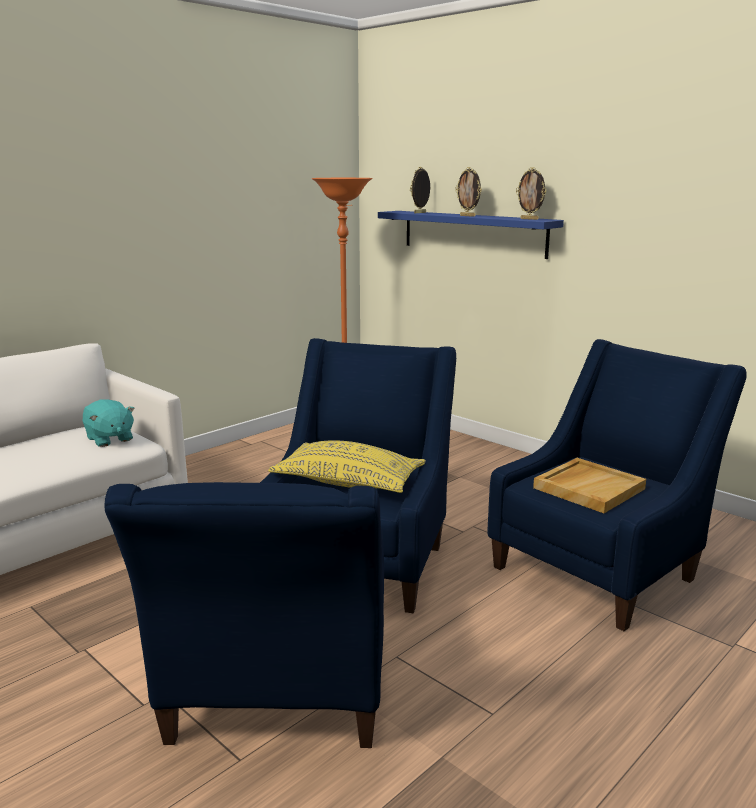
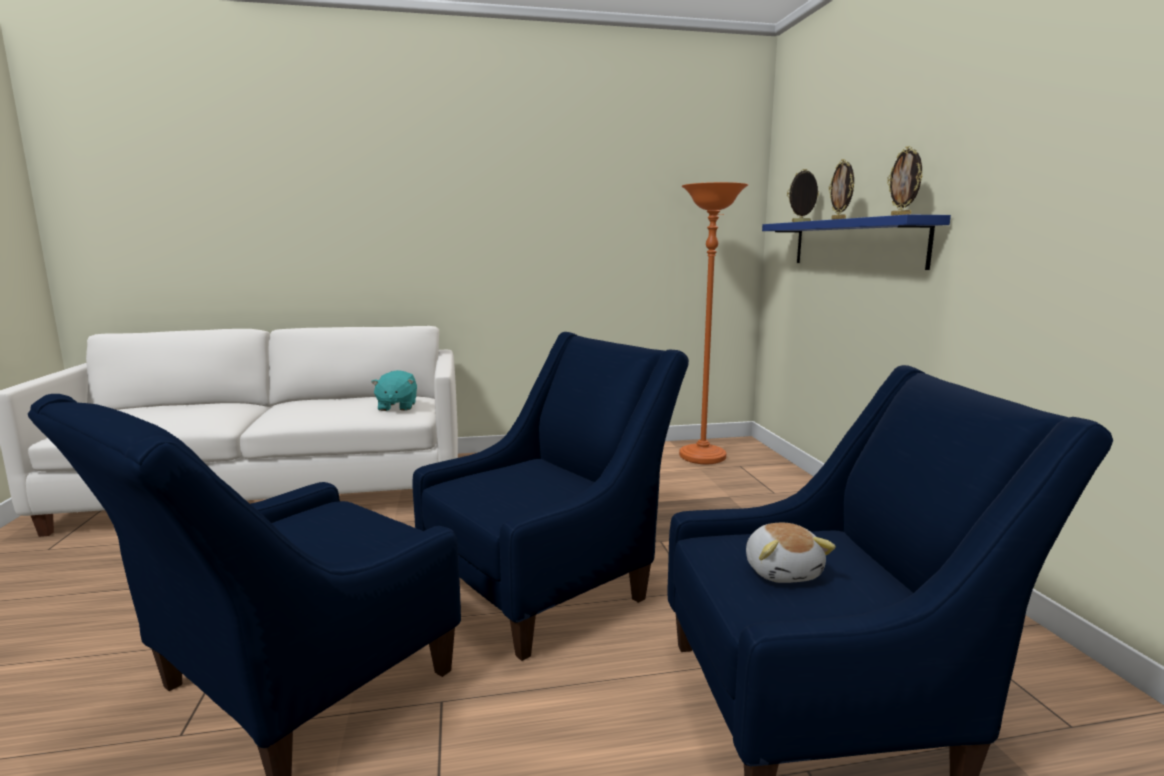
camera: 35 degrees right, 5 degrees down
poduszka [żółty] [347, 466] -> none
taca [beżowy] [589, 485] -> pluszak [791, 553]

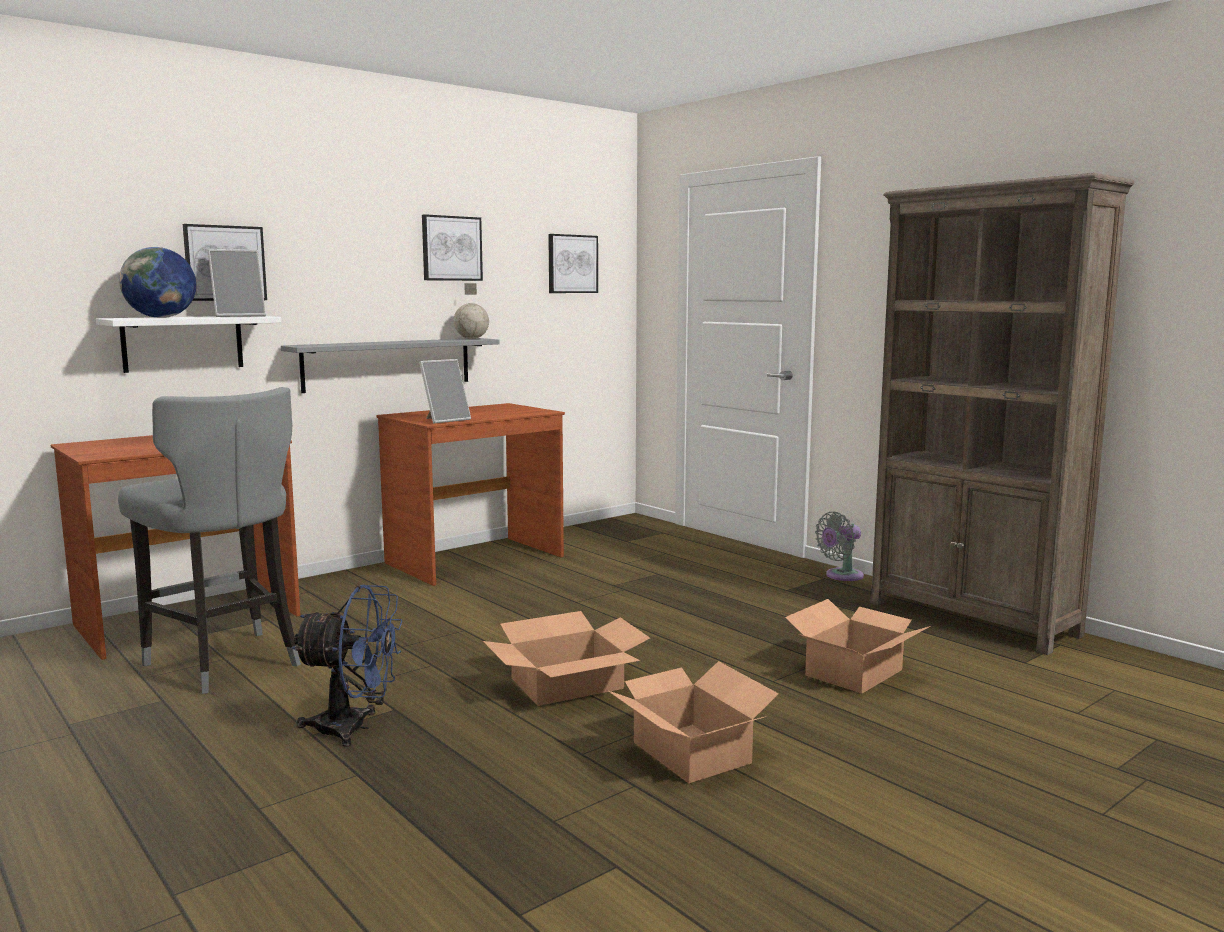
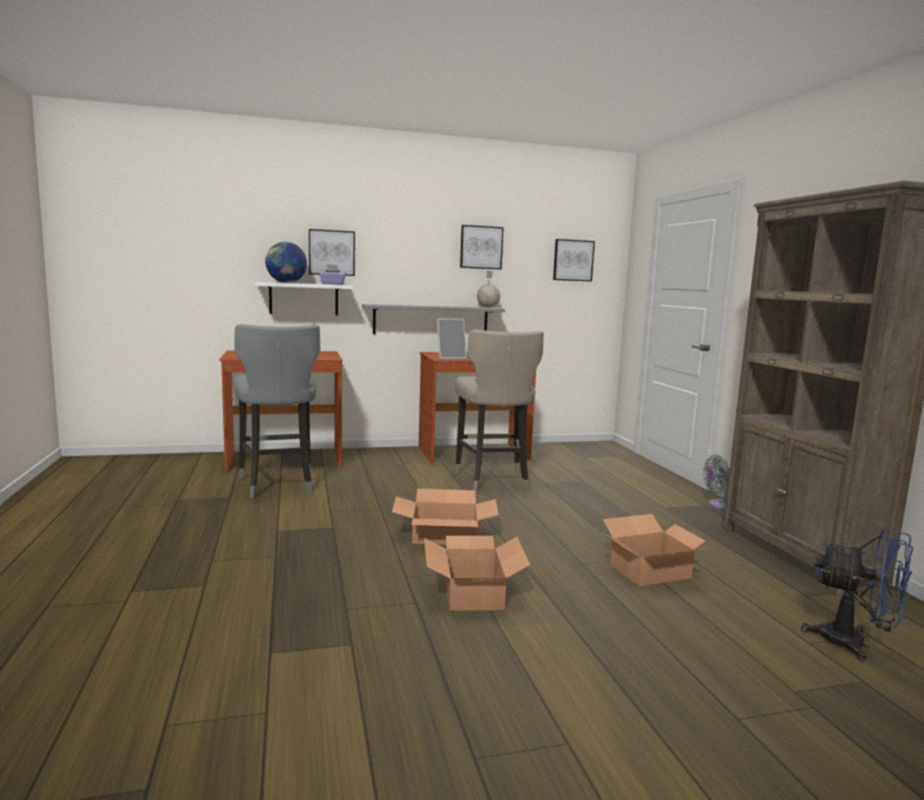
camera: 25 degrees right, 0 degrees up
none -> stołek [beżowy] [499, 410]
wentylator [niebieski] [347, 666] -> wentylator [niebieski] [857, 595], relocated
ramka na zdjęcie [237, 283] -> pudełko chusteczek [fioletowy] [332, 274]

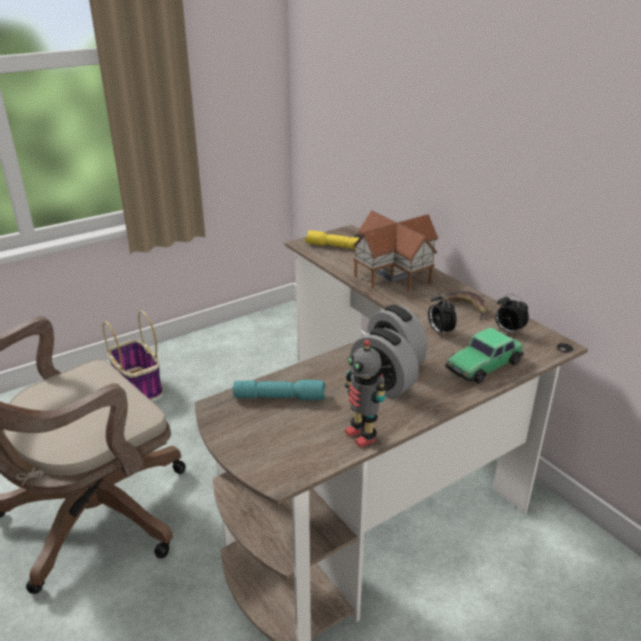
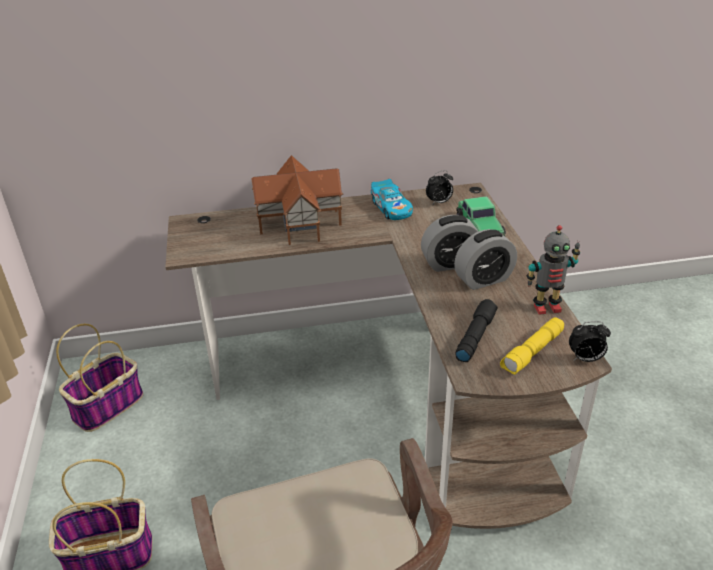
camera: 65 degrees left, 5 degrees up
none -> koszyk [99, 378]
latarka [żółty] [332, 239] -> latarka [żółty] [532, 346], relocated
budzik [442, 314] -> budzik [590, 341], relocated
banan [464, 306] -> samochodzik [392, 199]
latarka [turkusowy] [279, 390] -> latarka [czarny] [477, 330]

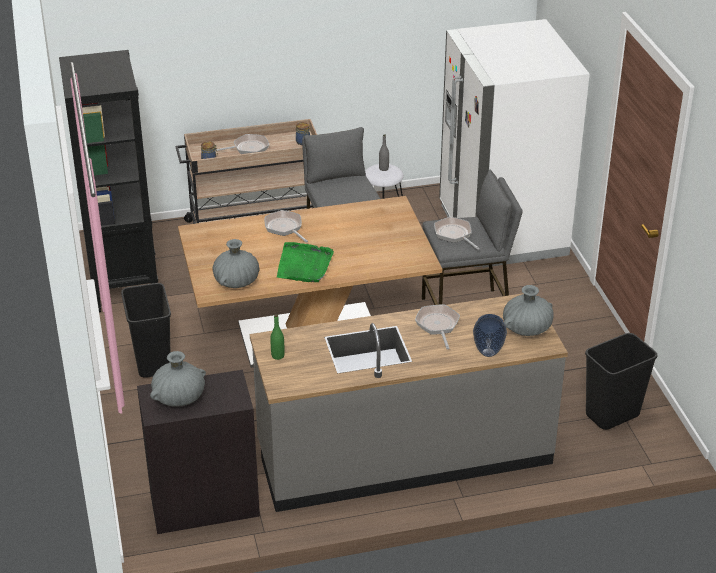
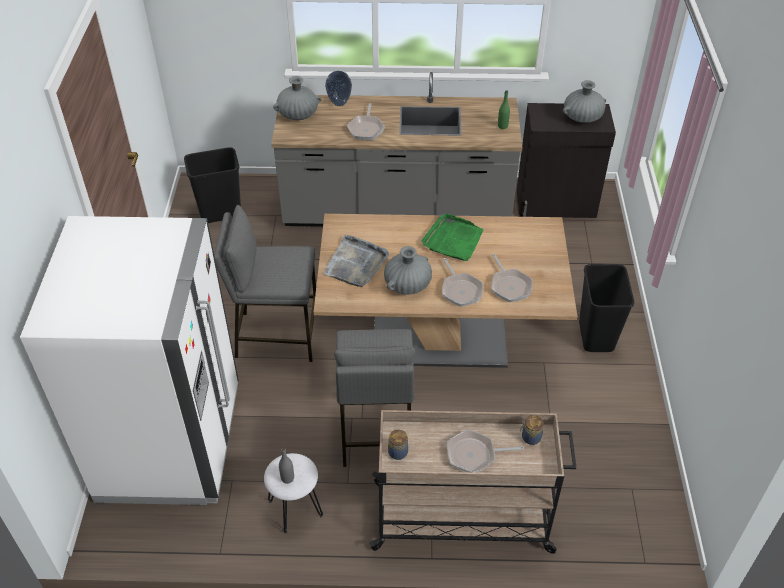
camera: 165 degrees left, 10 degrees up
regał [czarny] [108, 181] -> none
none -> taca [szary] [356, 261]
wazon [szary] [235, 263] -> wazon [szary] [408, 270], relocated
patelnia [457, 233] -> patelnia [511, 278], relocated

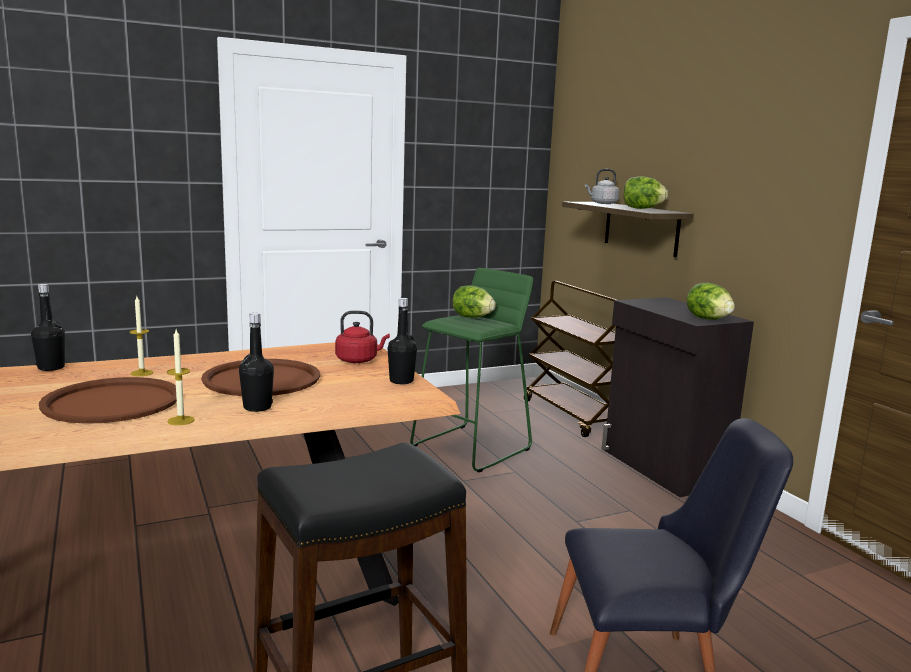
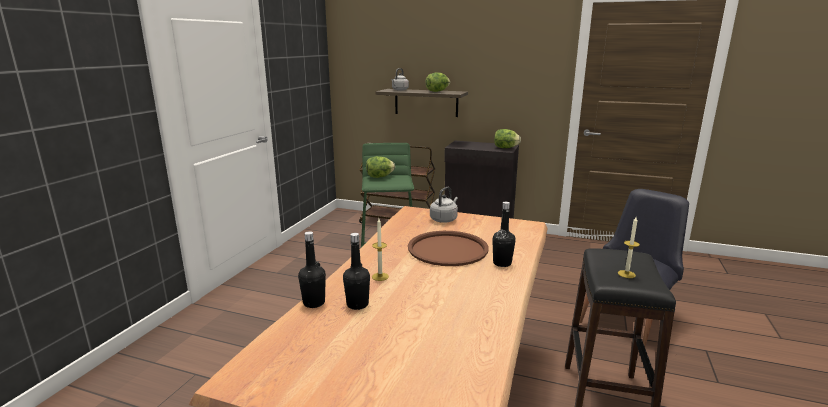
camera: 45 degrees left, 5 degrees up
taca [brązowy] [108, 400] -> none
świeca [181, 377] -> świeca [629, 247], relocated
butelka [czarny] [402, 341] -> butelka [czarny] [356, 271], relocated
czajnik [czerwony] [362, 337] -> czajnik [szary] [444, 205]

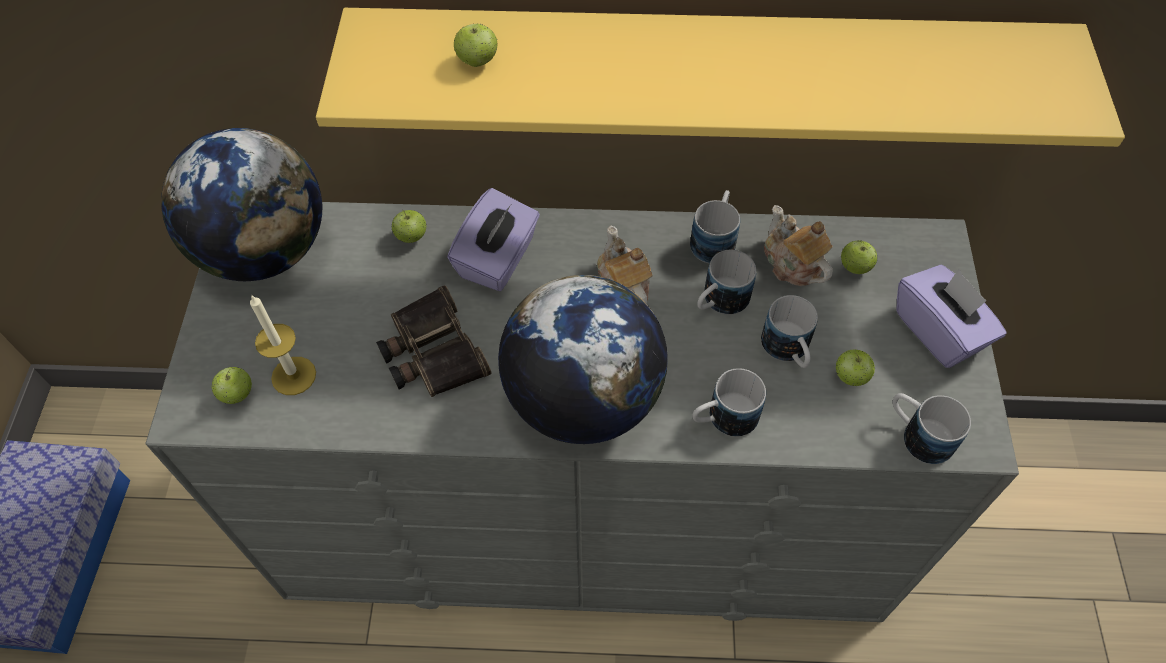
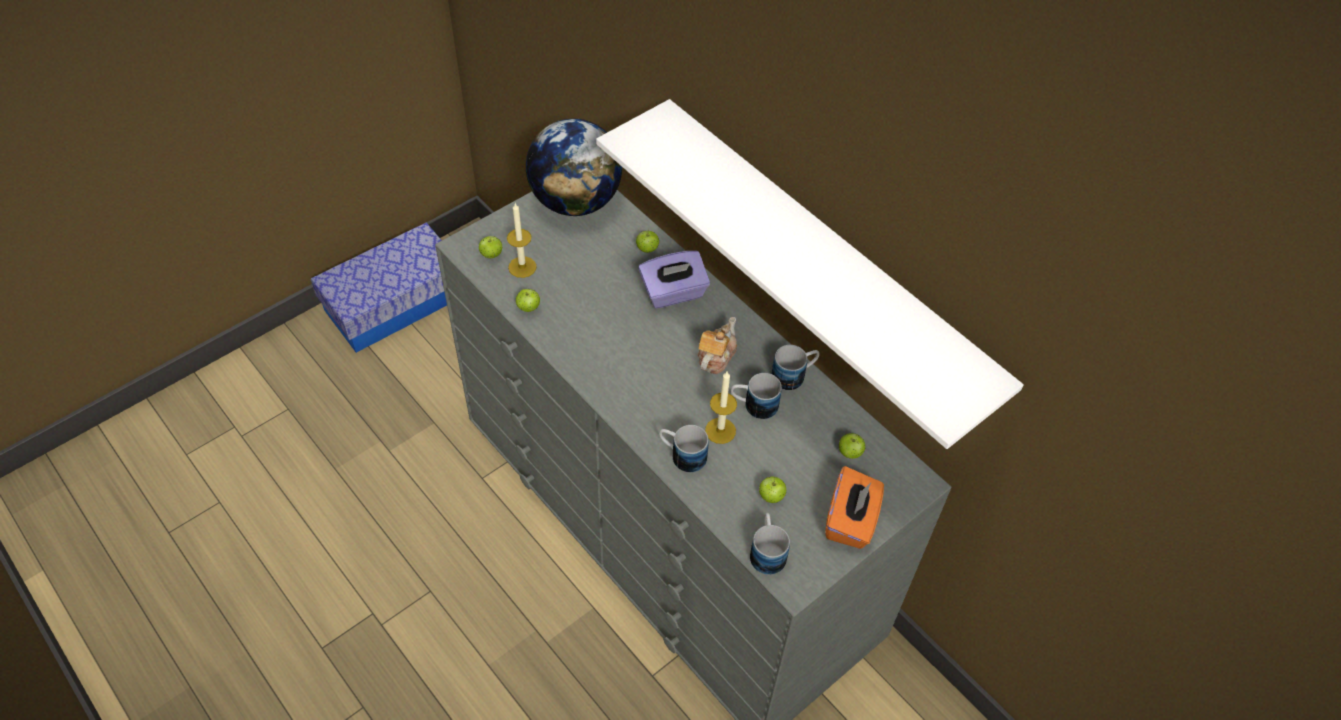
camera: 45 degrees right, 5 degrees down
lornetka [434, 341] -> none
globus [582, 359] -> none
kubek [789, 331] -> none
imbryk [798, 245] -> none
none -> świeca [721, 408]
jabłko [476, 45] -> jabłko [528, 300], relocated
półka [żółty] [720, 77] -> półka [biały] [810, 274]
pudełko chusteczek [fioletowy] [951, 316] -> pudełko chusteczek [pomarańczowy] [854, 507]

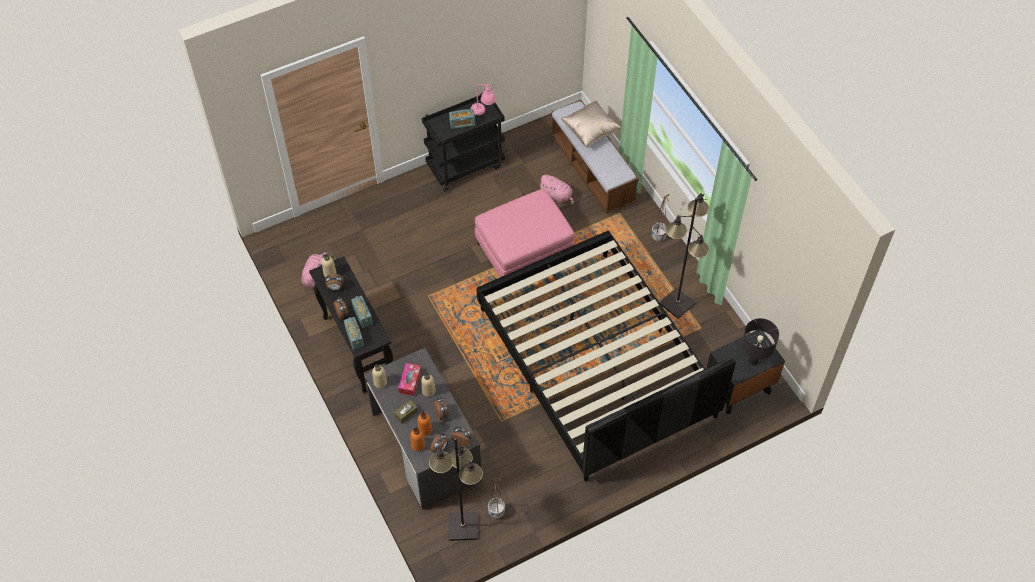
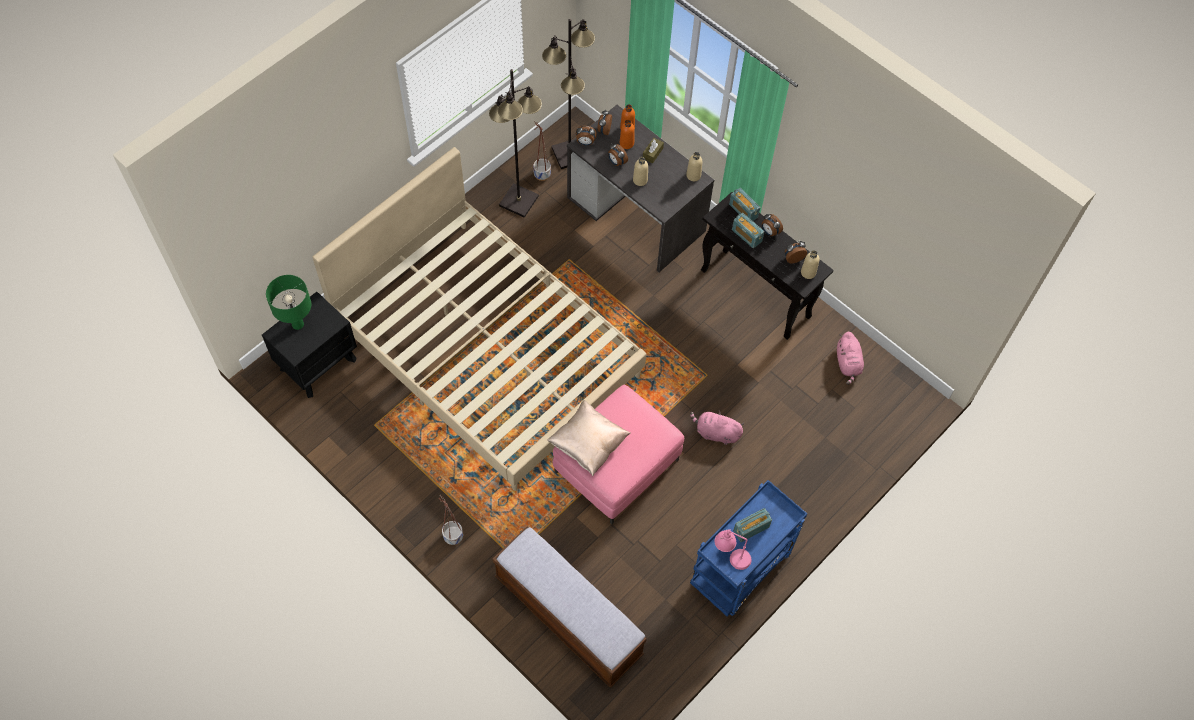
camera: 160 degrees right, 5 degrees up
pudełko chusteczek [409, 379] -> none
pluszak [różowy] [556, 190] -> pluszak [różowy] [717, 428], relocated
poduszka [beżowy] [591, 124] -> poduszka [beżowy] [588, 438], relocated
lampa stojąca [czarny] [684, 256] -> lampa stojąca [czarny] [515, 143], relocated
wózek [czarny] [463, 142] -> wózek [niebieski] [748, 548]
łóżko [czarny] [606, 355] -> łóżko [beżowy] [479, 319]
lampa stołowa [czarny] [760, 341] -> lampa stołowa [zielony] [288, 302]

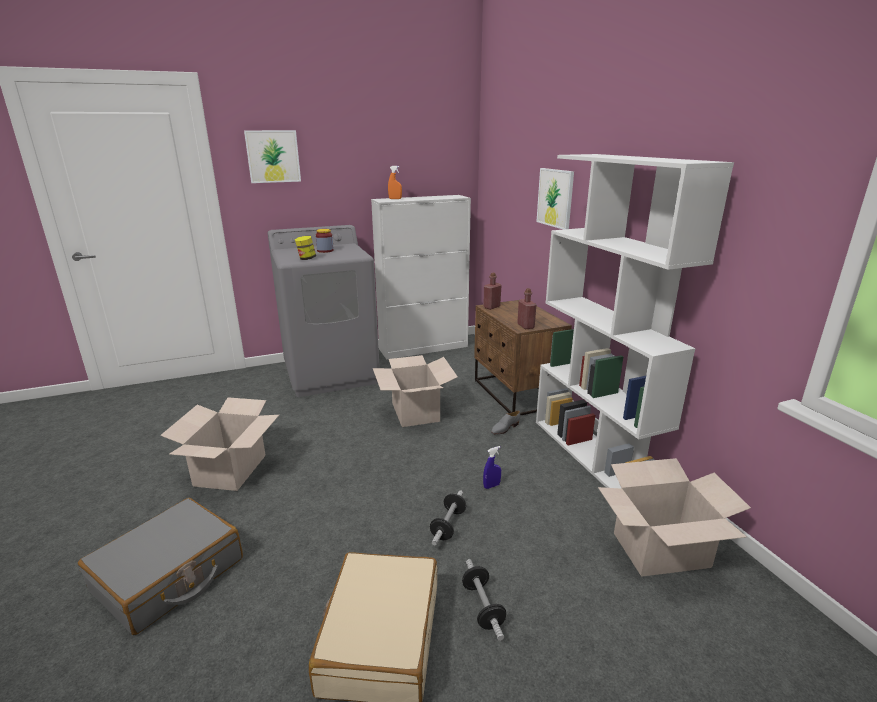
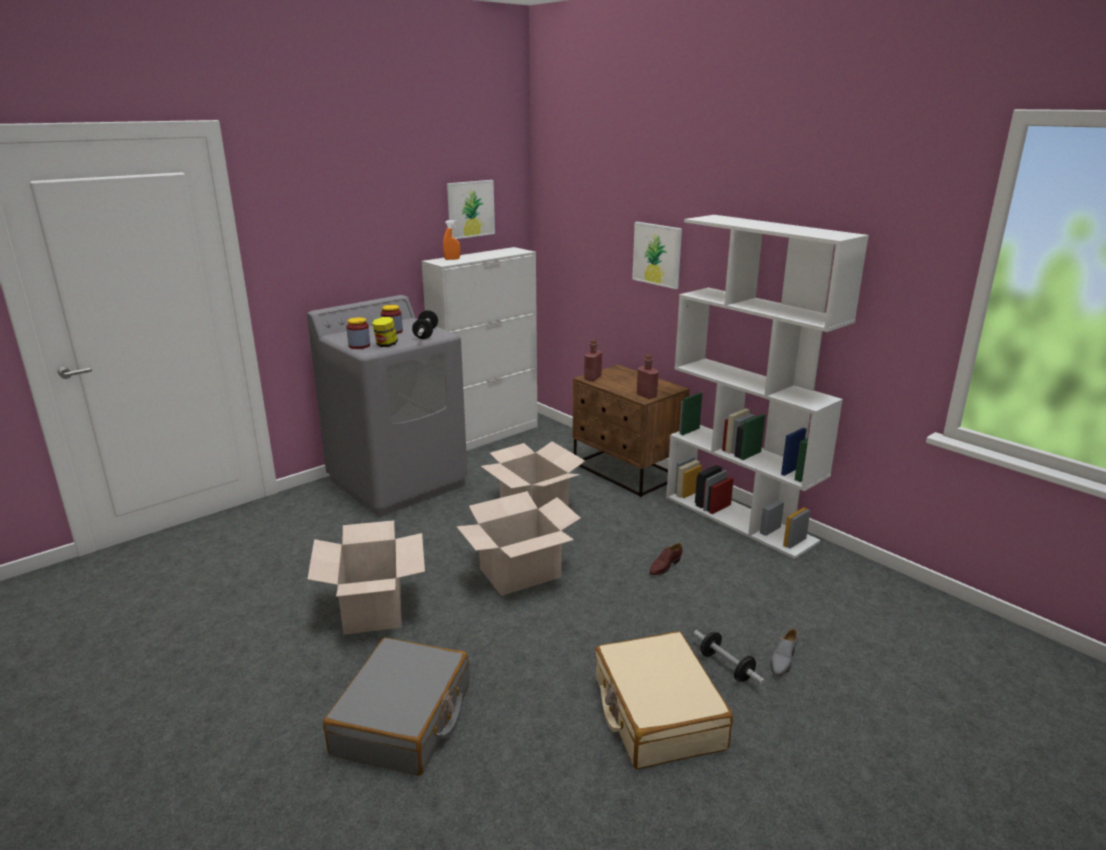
camera: 20 degrees left, 0 degrees up
none -> słoik [358, 333]
obraz [272, 156] -> obraz [471, 209], relocated
hantel [448, 517] -> hantel [425, 324], relocated
but [szary] [505, 423] -> but [szary] [784, 652], relocated
karton [674, 517] -> karton [518, 543], relocated
spryskiwacz [niebieski] [492, 467] -> but [brązowy] [665, 559]

